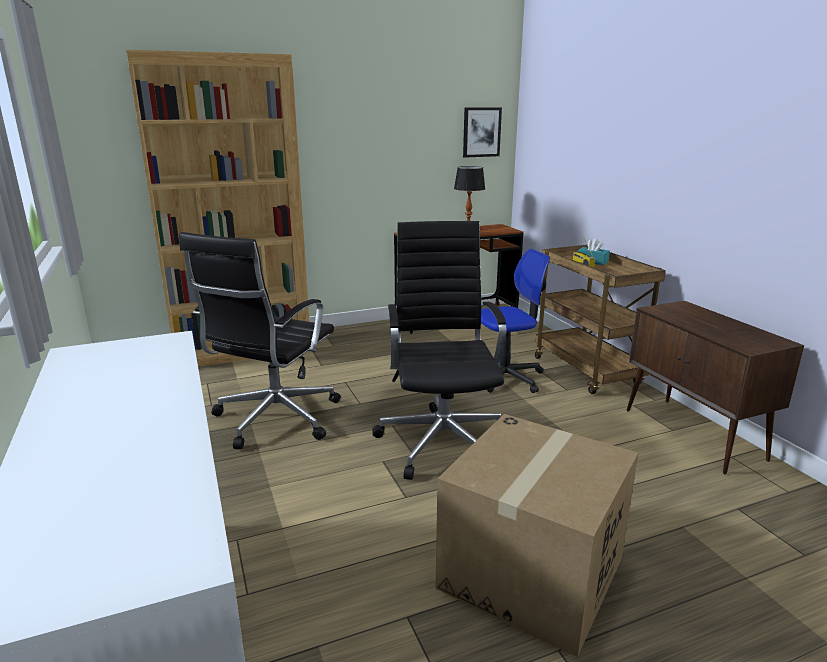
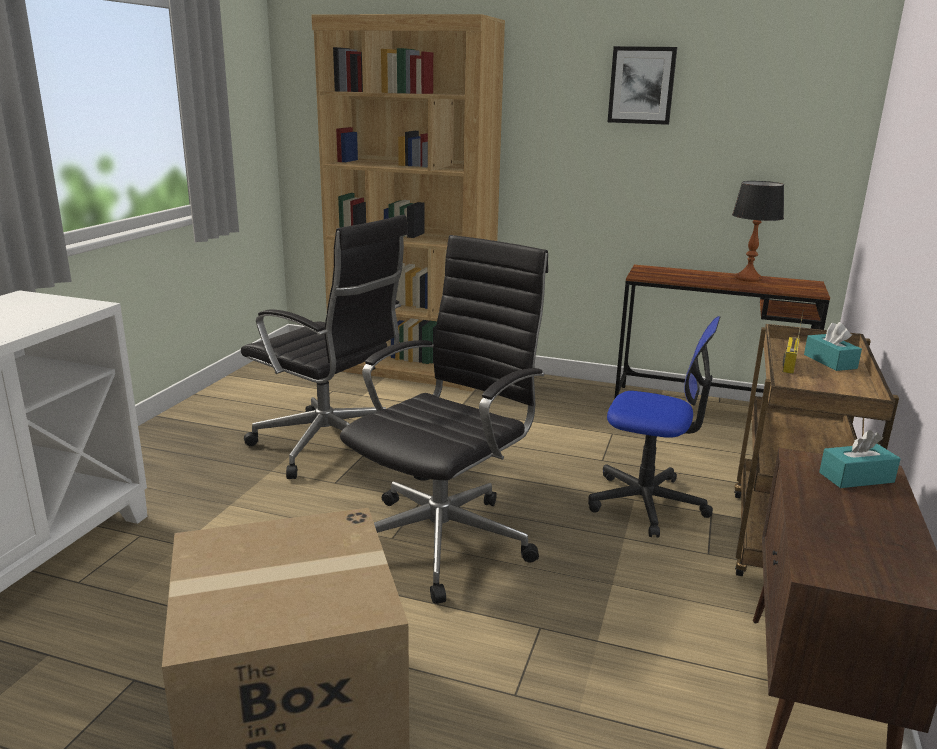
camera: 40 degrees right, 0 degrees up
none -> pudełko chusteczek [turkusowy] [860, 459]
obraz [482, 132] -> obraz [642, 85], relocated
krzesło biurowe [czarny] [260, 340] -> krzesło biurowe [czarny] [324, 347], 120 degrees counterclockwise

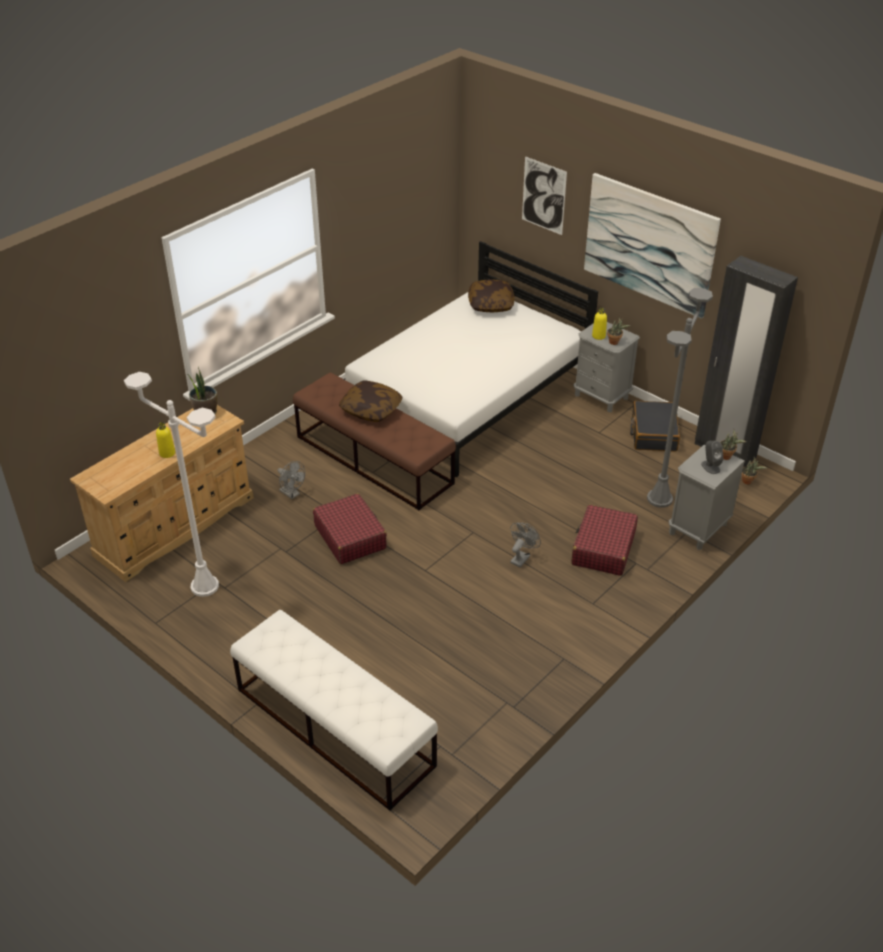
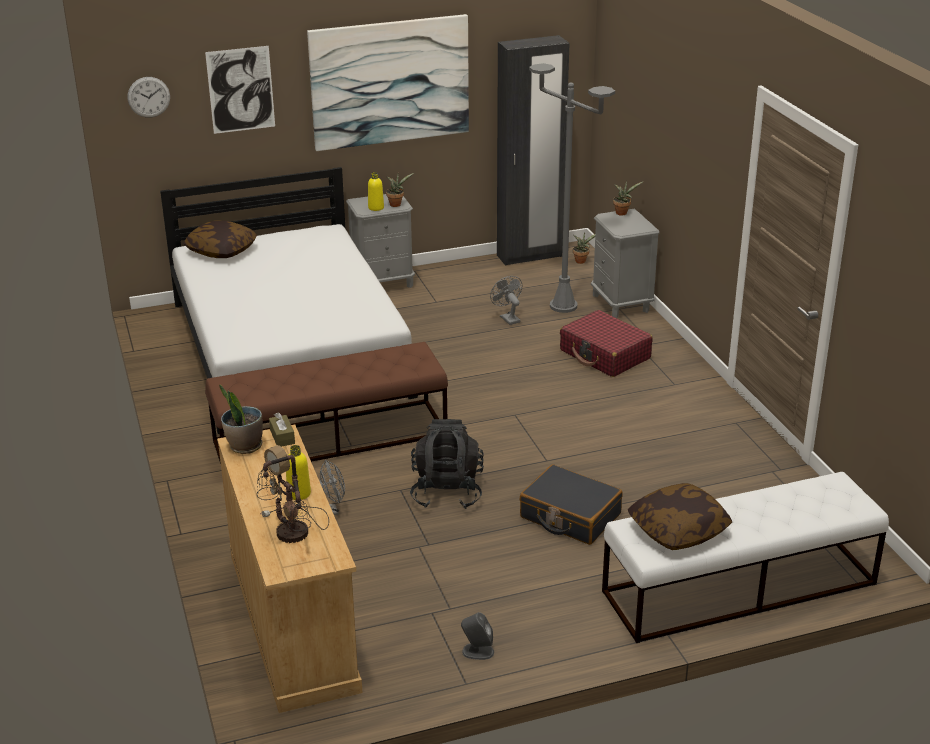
camera: 60 degrees left, 10 degrees down
lampa stojąca [biały] [171, 484] -> none
none -> zegar ścienny [149, 97]
none -> lampa stołowa [293, 494]
none -> pudełko chusteczek [brązowy] [282, 429]
poduszka [371, 401] -> poduszka [680, 516], relocated
wentylator [szary] [525, 545] -> wentylator [szary] [506, 300], relocated
walizka [czarny] [655, 426] -> walizka [czarny] [571, 504], relocated
głośnik [szary] [712, 457] -> głośnik [szary] [477, 636], relocated
walizka [czerwony] [350, 528] -> plecak [czarny] [447, 464]

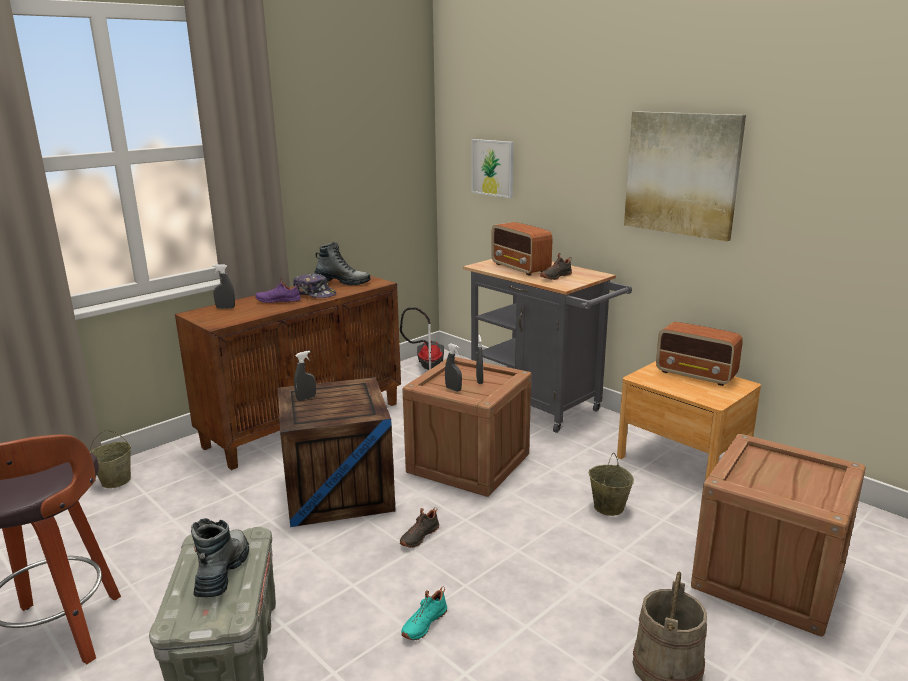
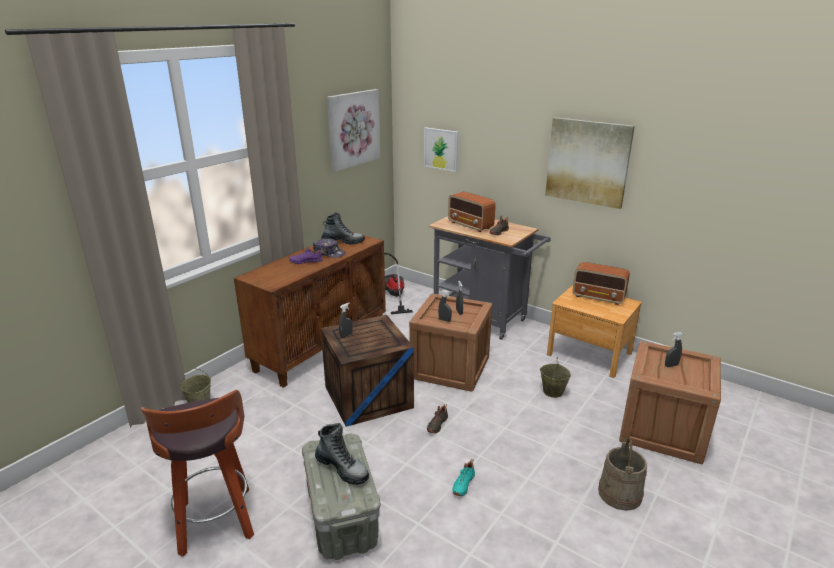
camera: 10 degrees left, 5 degrees up
none -> obraz [353, 130]
spryskiwacz [szary] [223, 286] -> spryskiwacz [szary] [674, 349], relocated
but z cholewką [220, 557] -> but z cholewką [342, 454], 135 degrees clockwise

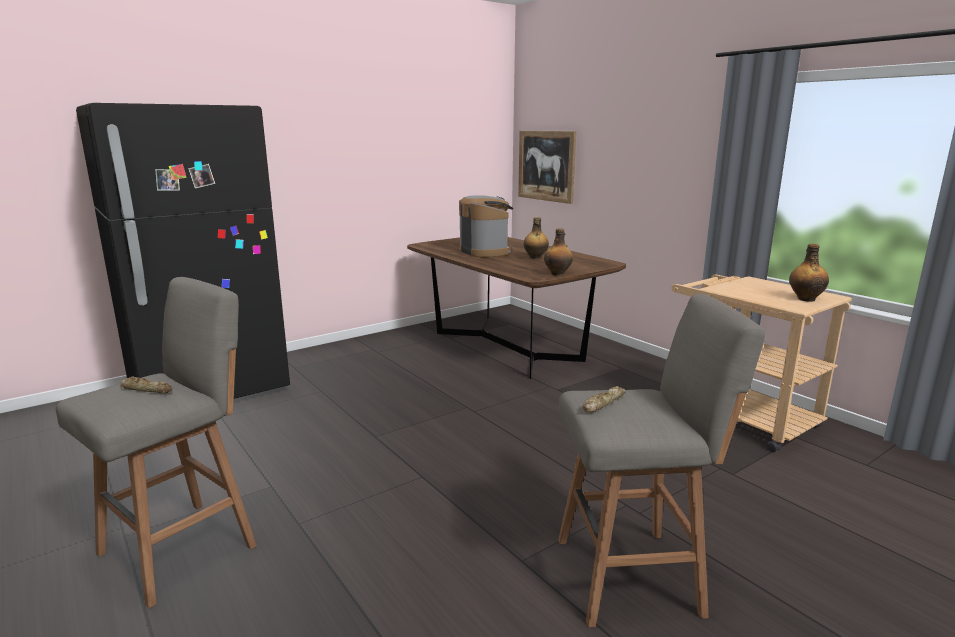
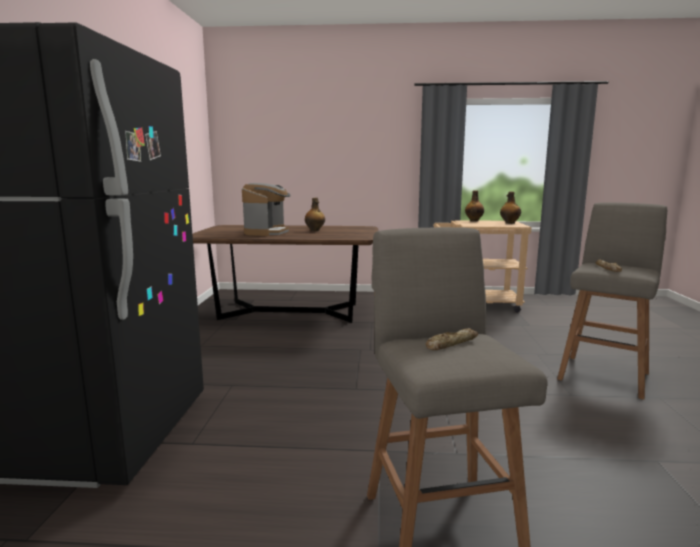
camera: 50 degrees left, 5 degrees down
obraz [547, 167] -> none
butelka [558, 252] -> butelka [474, 206], relocated
ekspres do kawy [486, 226] -> ekspres do kawy [266, 209], 90 degrees clockwise

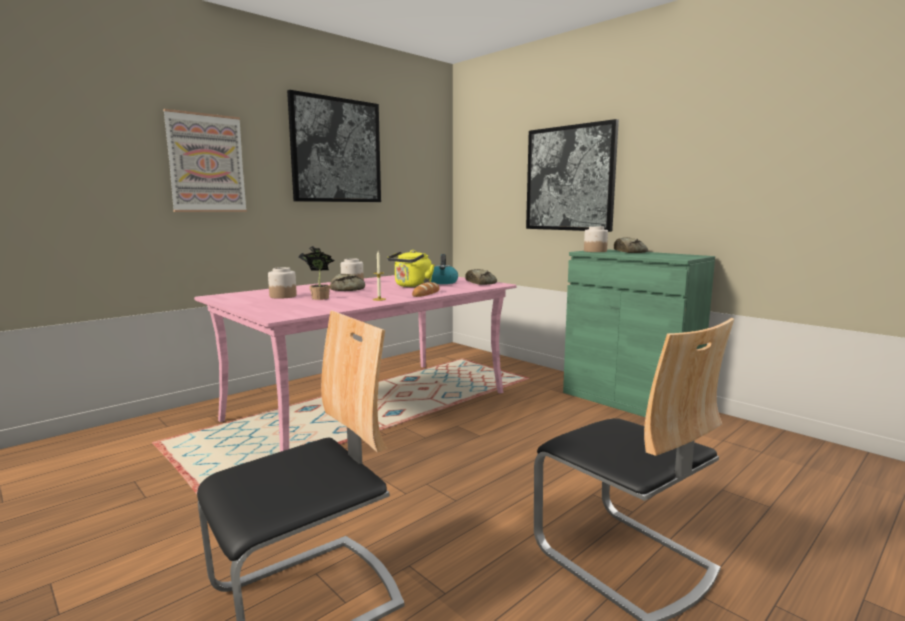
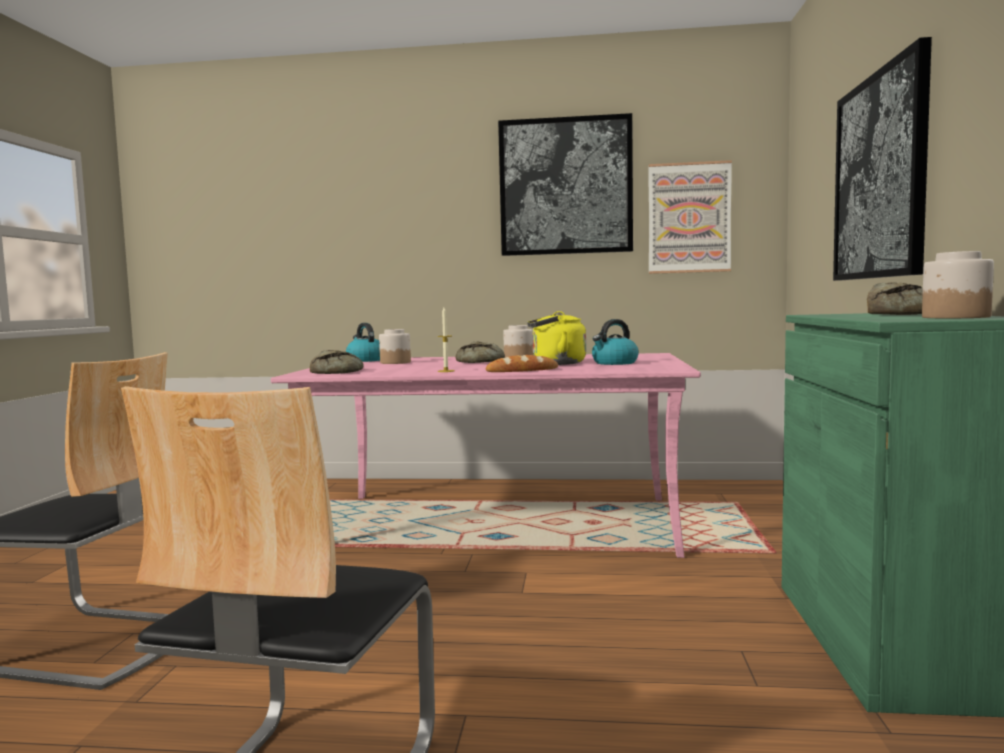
camera: 50 degrees right, 5 degrees down
roślina doniczkowa [317, 273] -> none
none -> czajnik [363, 342]
obraz [205, 160] -> obraz [690, 217], relocated
chleb [481, 277] -> chleb [336, 362], relocated
słoik [596, 239] -> słoik [958, 284], relocated

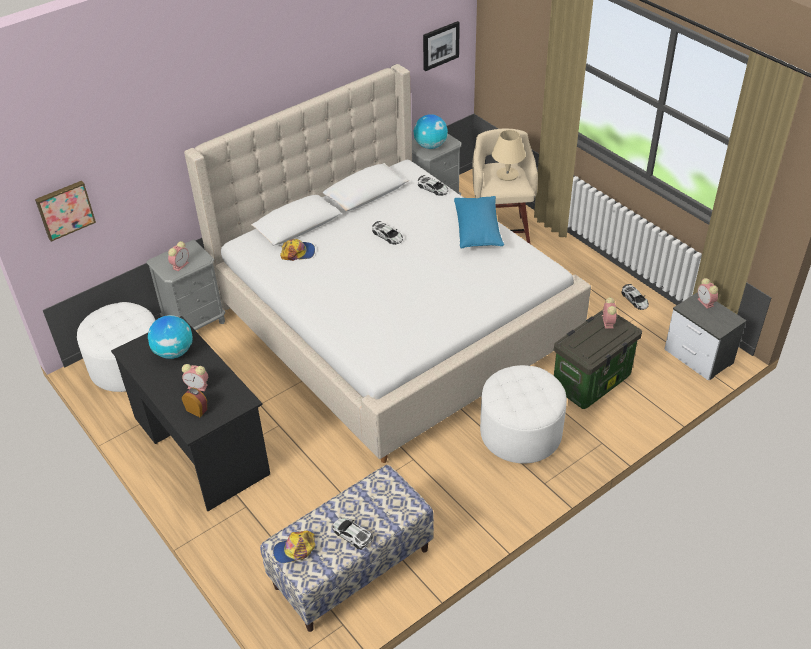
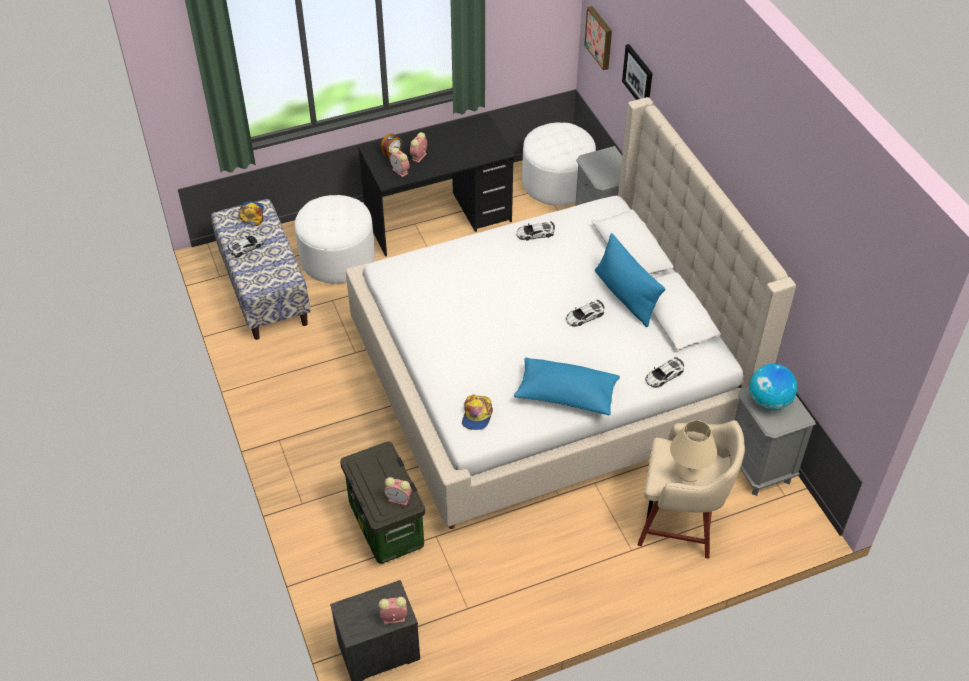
camera: 105 degrees right, 5 degrees up
globus [170, 337] -> none
none -> poduszka [niebieski] [630, 280]
budzik [178, 256] -> budzik [400, 162], relocated
czapka z daszkiem [297, 250] -> czapka z daszkiem [477, 412], relocated
obraz [441, 46] -> obraz [637, 72], relocated
pufa [biały] [523, 414] -> pufa [biały] [335, 239], relocated
samochodzik [635, 297] -> samochodzik [536, 231], relocated

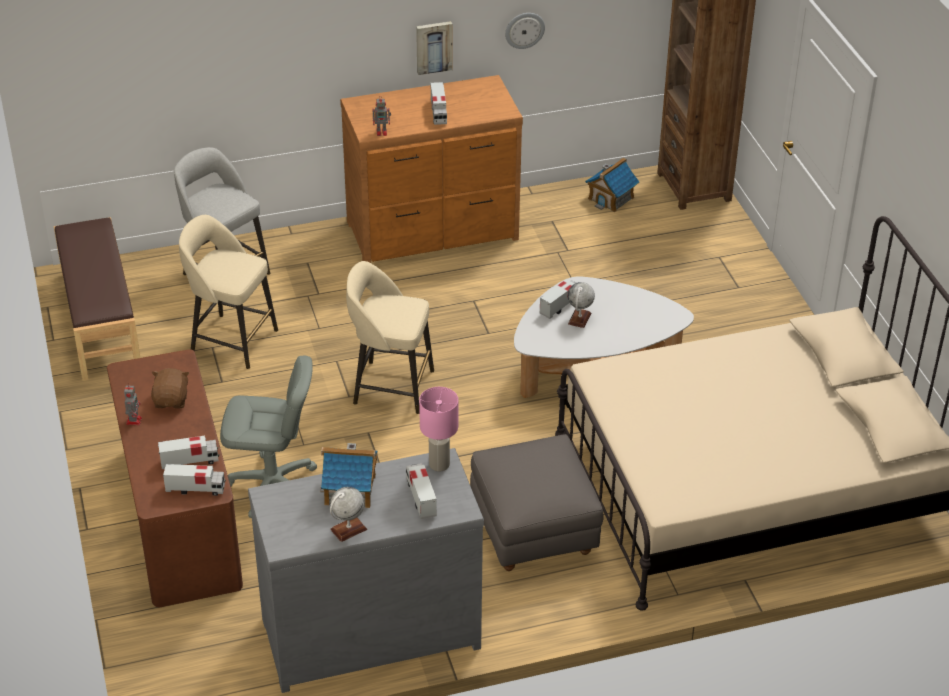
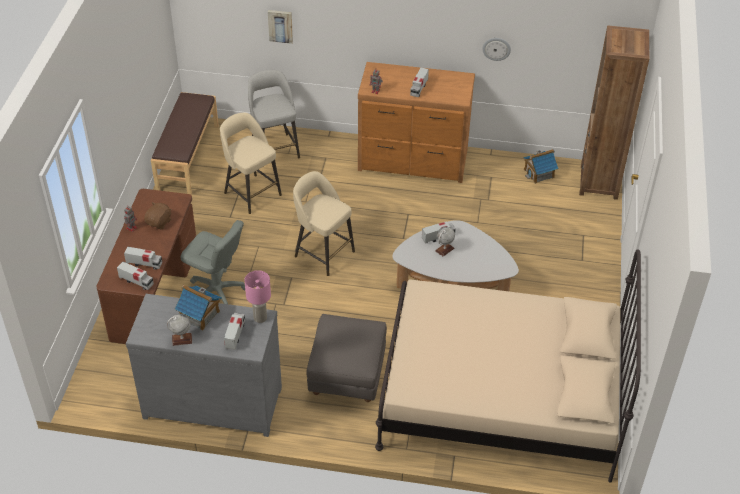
camera: 25 degrees right, 5 degrees up
obraz [434, 48] -> obraz [280, 27], relocated

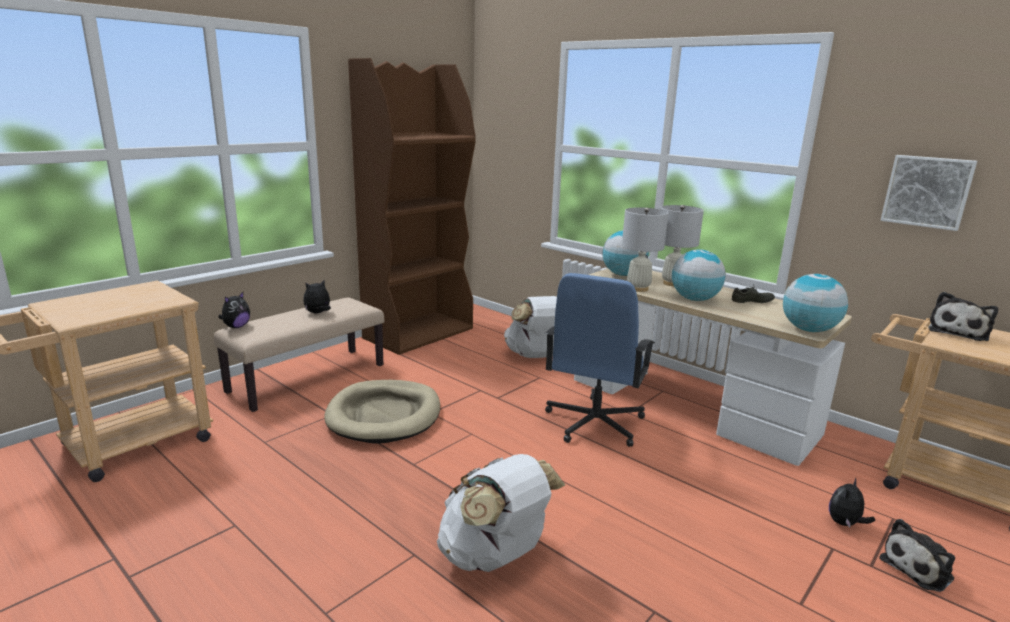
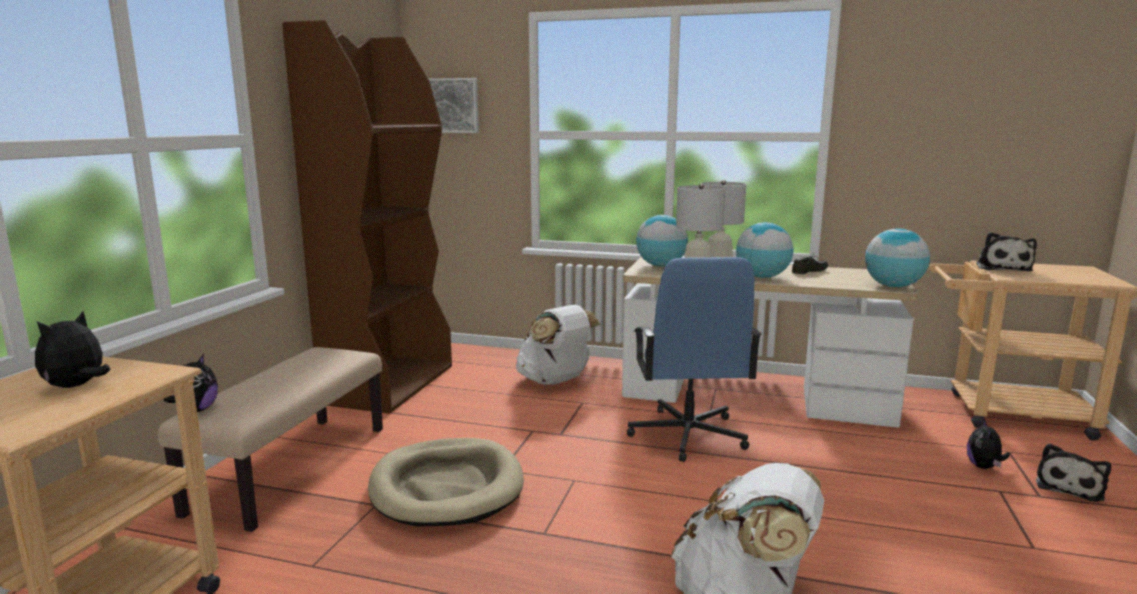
camera: 25 degrees left, 5 degrees down
pluszak [317, 296] -> pluszak [73, 349], relocated
obraz [928, 193] -> obraz [454, 105], relocated

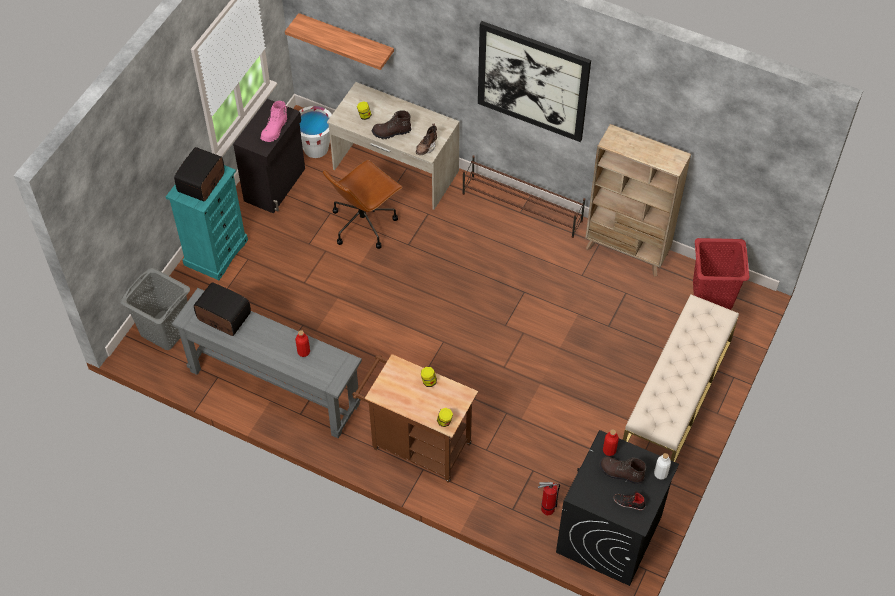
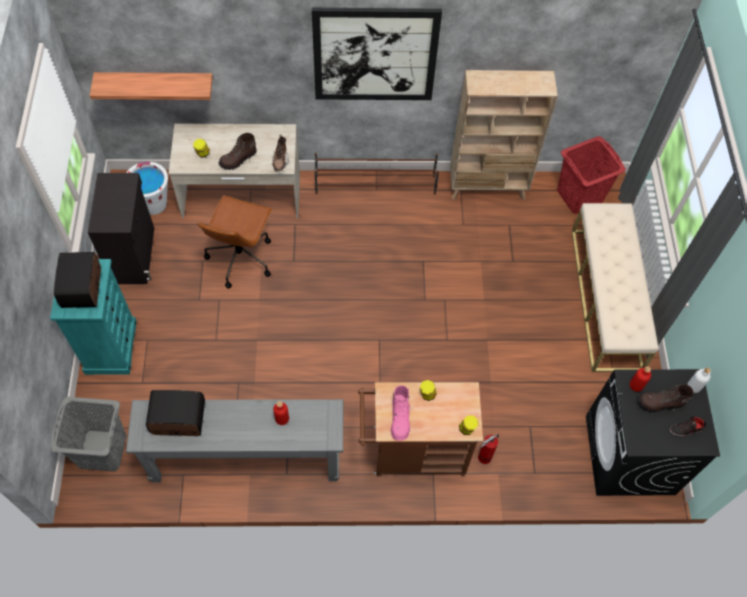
camera: 30 degrees left, 5 degrees up
but z cholewką [różowy] [273, 121] -> but z cholewką [różowy] [401, 413], relocated
gaśnica [549, 498] -> gaśnica [488, 449], relocated

